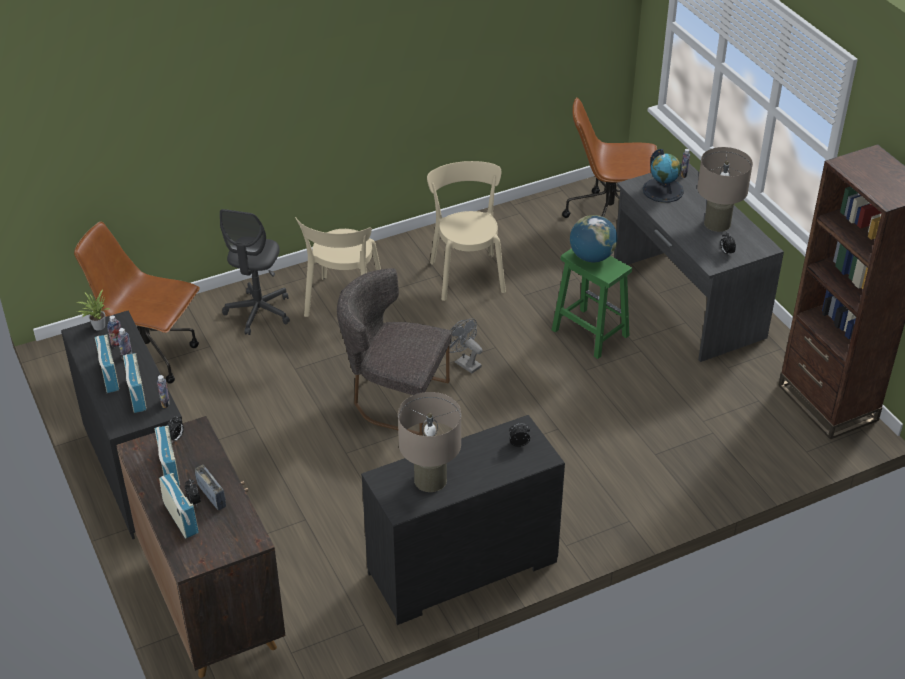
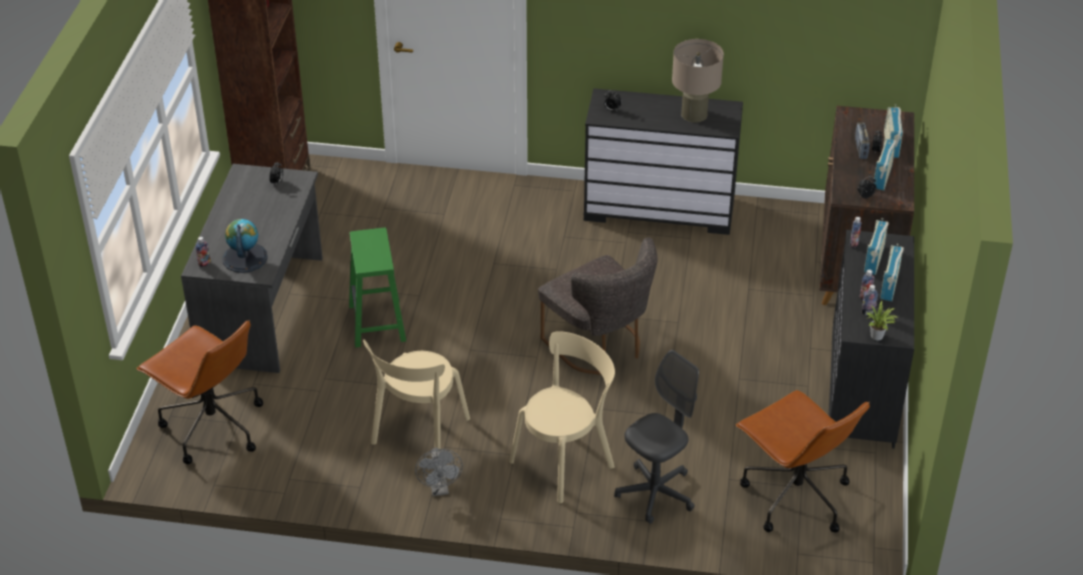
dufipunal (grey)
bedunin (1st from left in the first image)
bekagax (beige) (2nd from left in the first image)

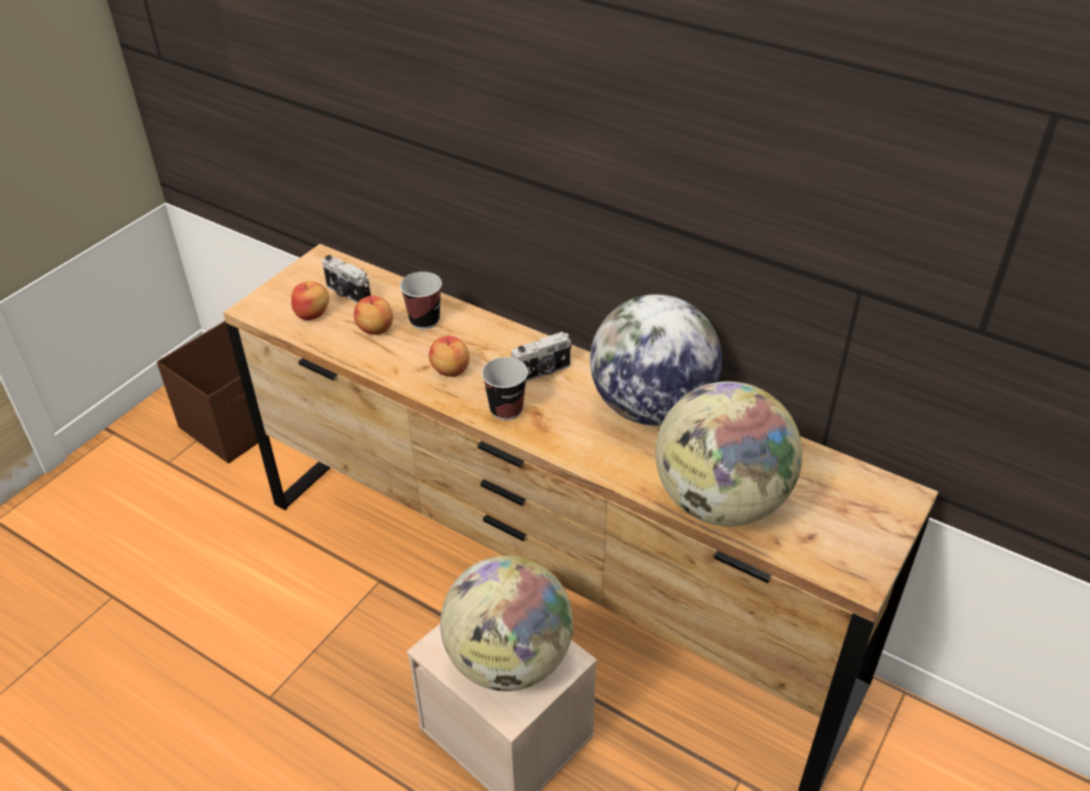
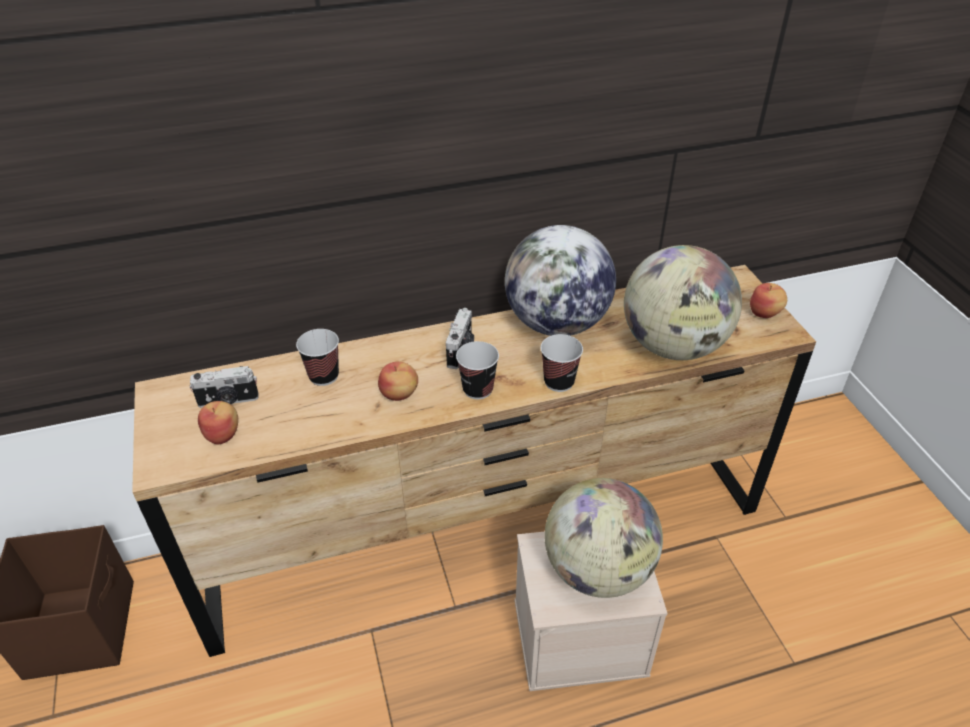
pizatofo (3rd from left)
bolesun (3rd from left)

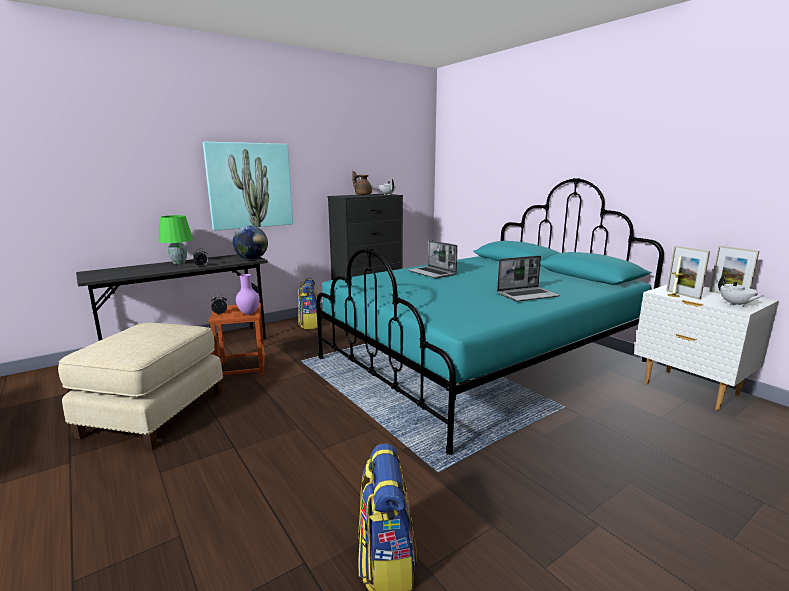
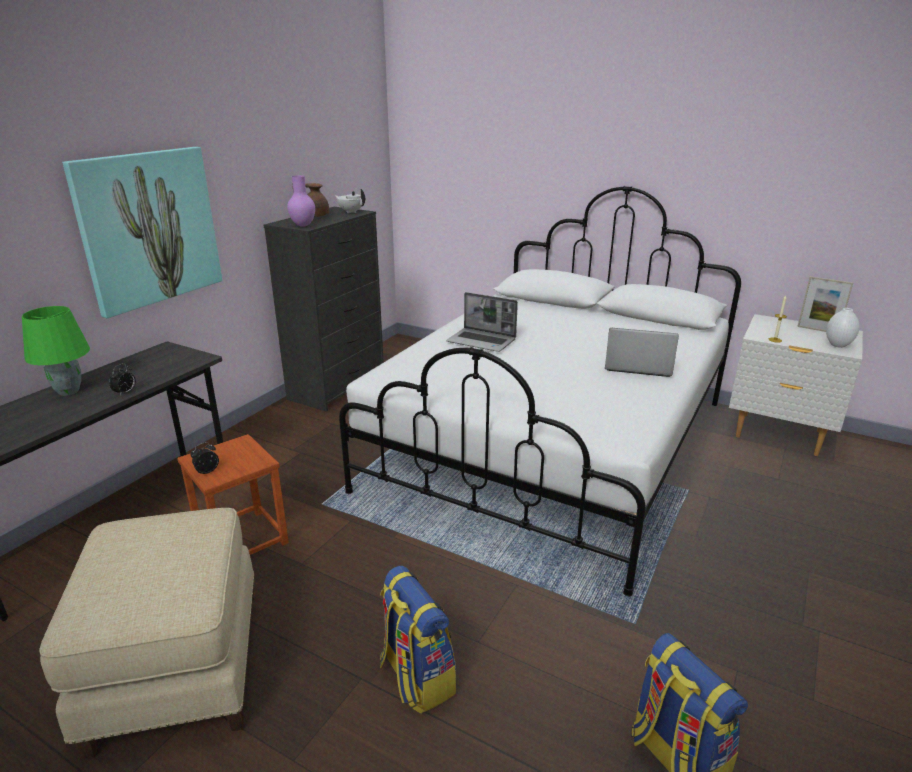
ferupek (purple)
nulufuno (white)
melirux (1st from left)
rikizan (2nd from left)
ferupek (white)
bedunin
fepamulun (1st from left in the first image)

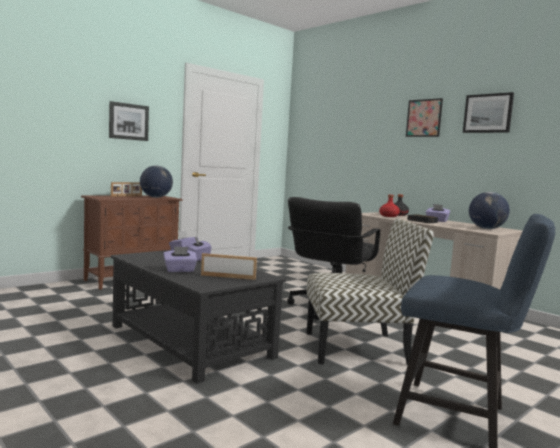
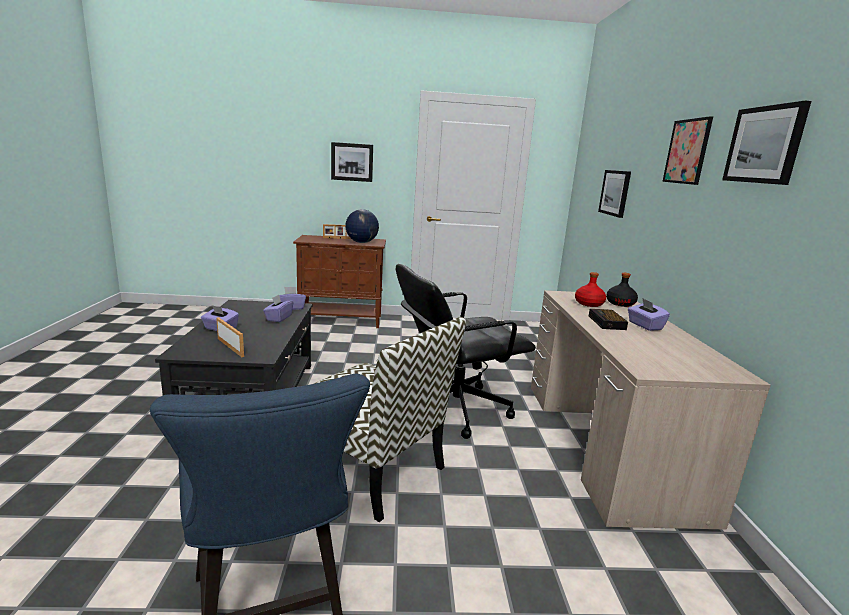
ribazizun (2nd from left)
bedunin (2nd from left in the first image)

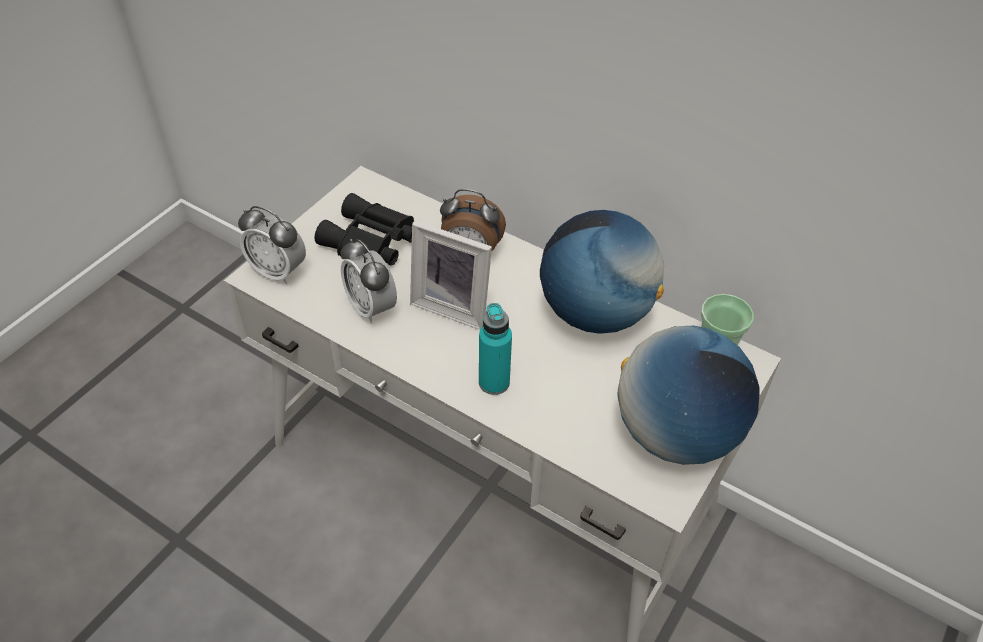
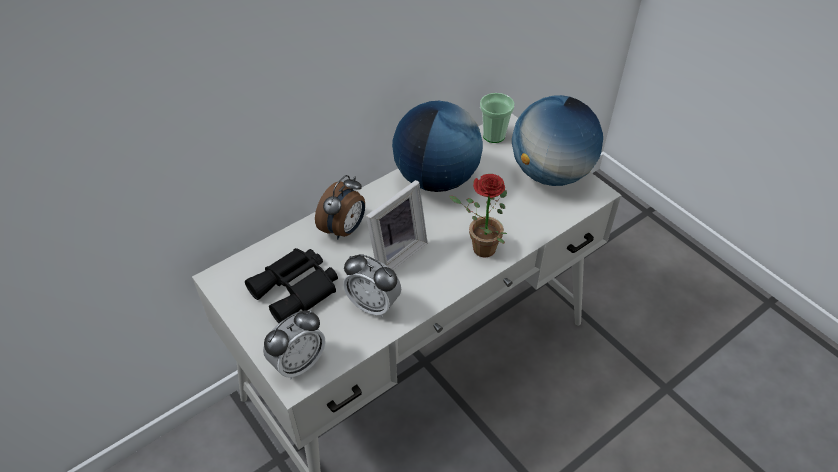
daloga (3rd from left)
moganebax

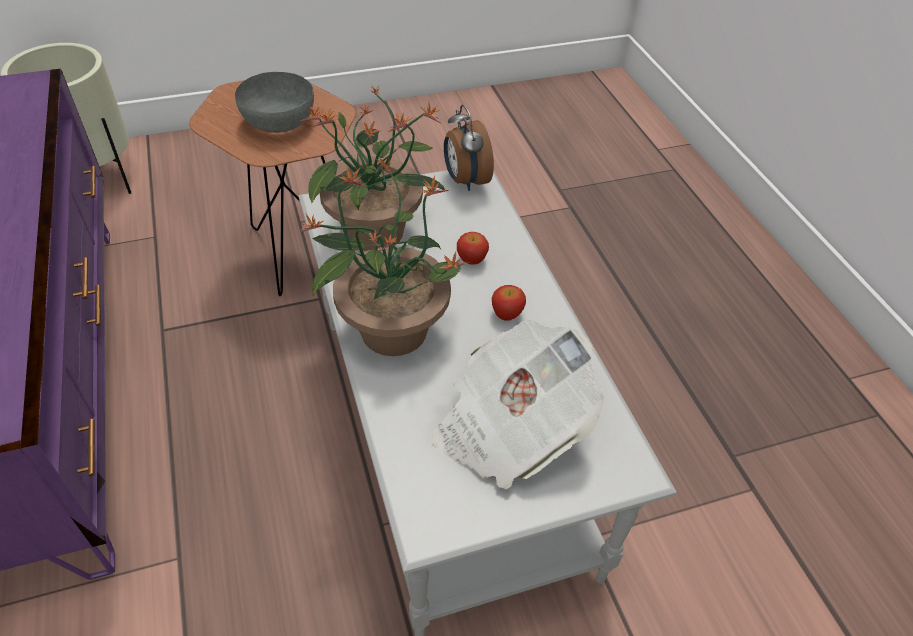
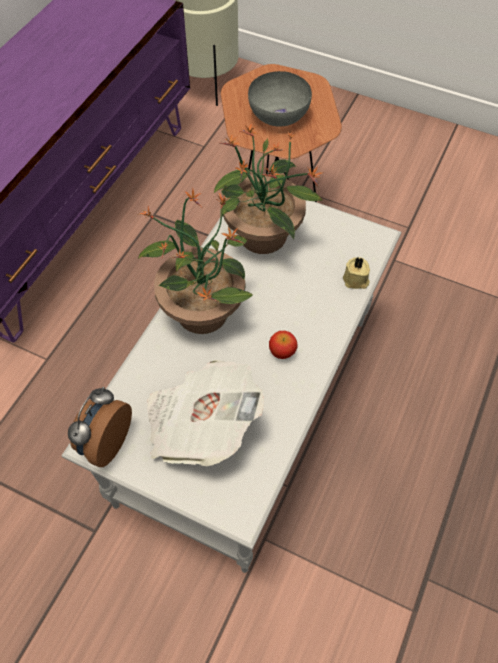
daloga
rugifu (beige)
bolesun (1st from left in the first image)

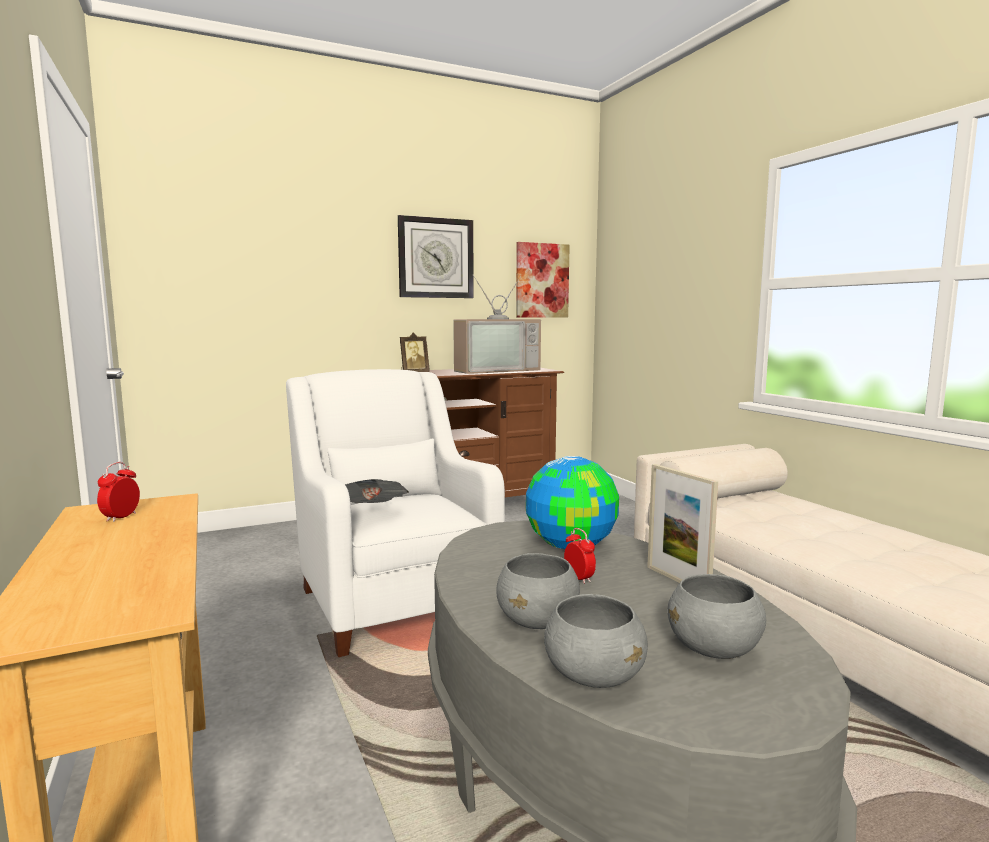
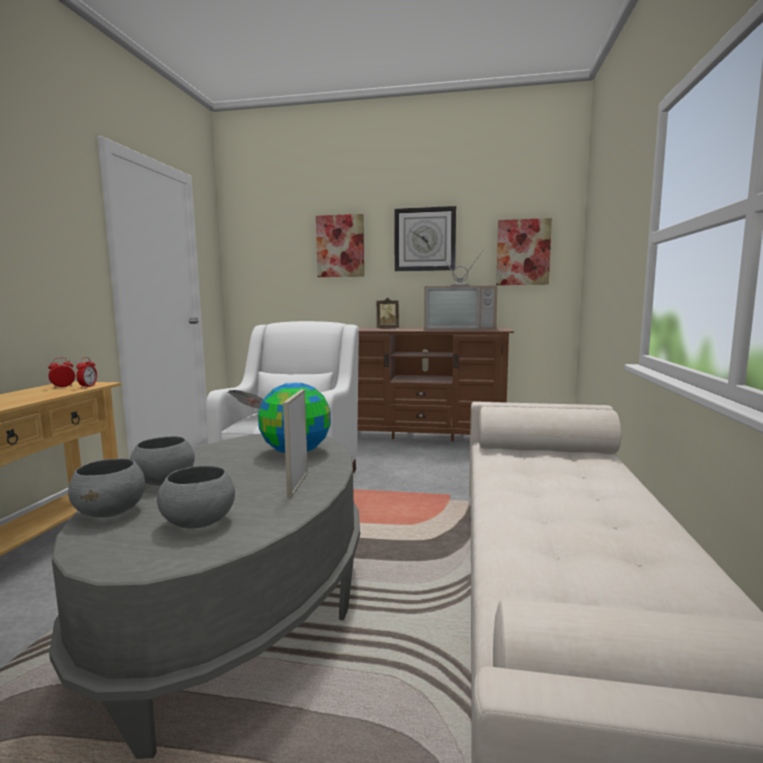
daloga (2nd from left)
ribazizun (1st from left)

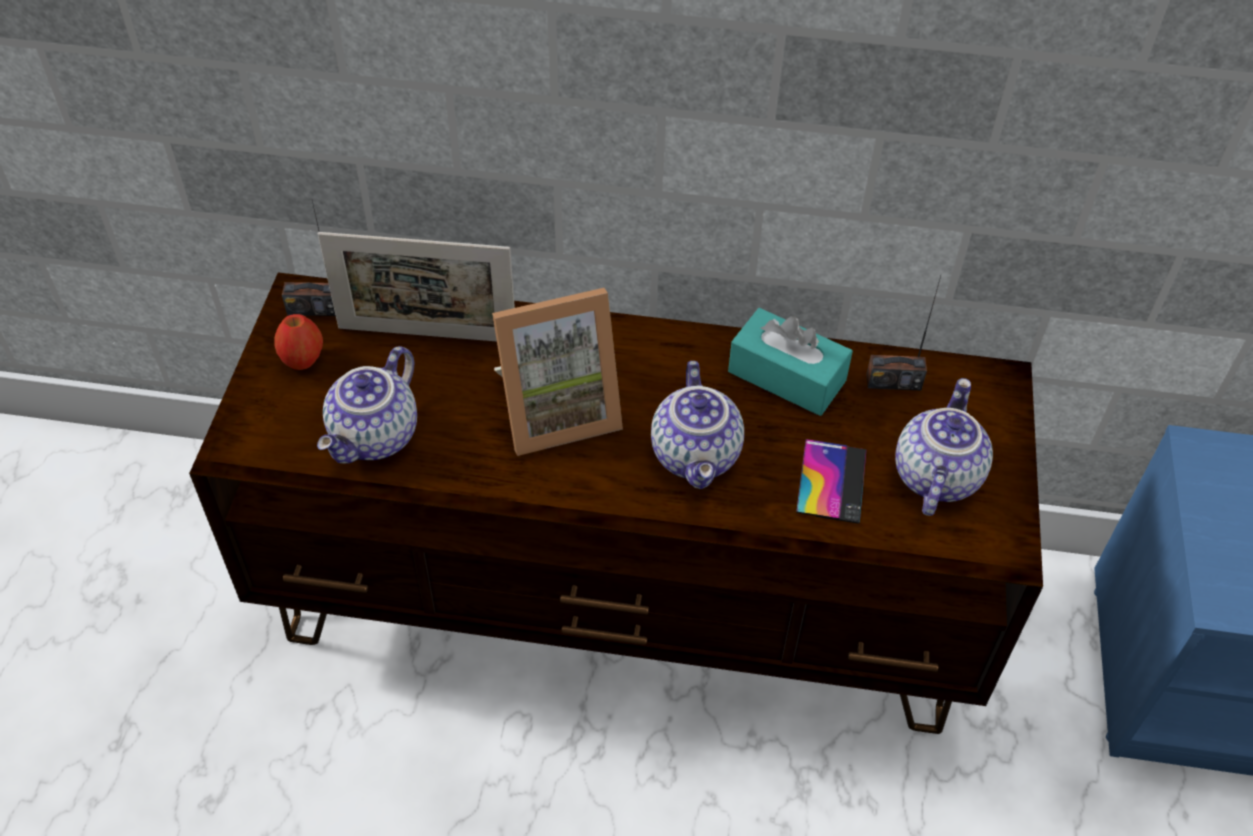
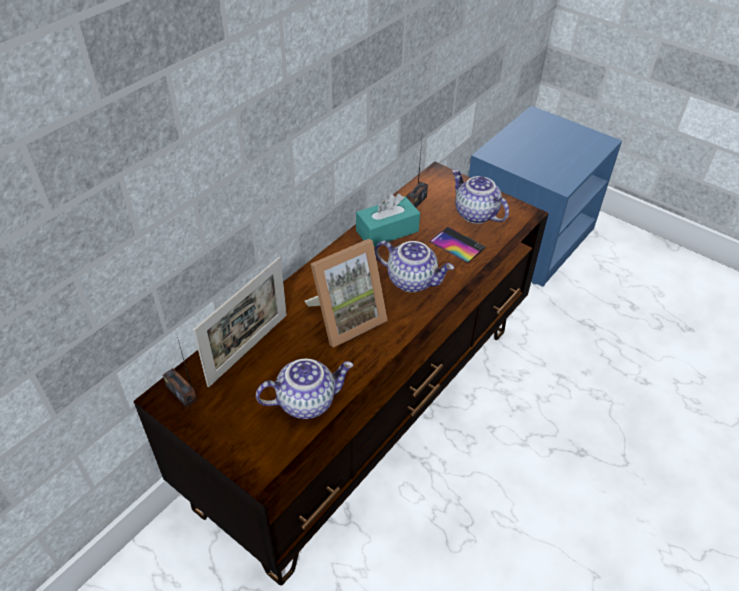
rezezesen (1st from left)
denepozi (1st from left)
fepamulun (2nd from left)
bolesun

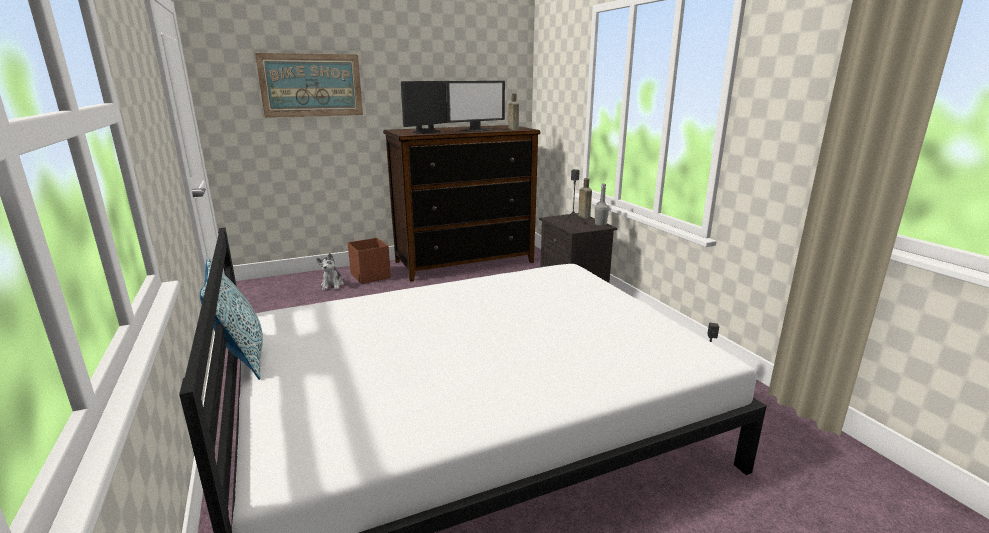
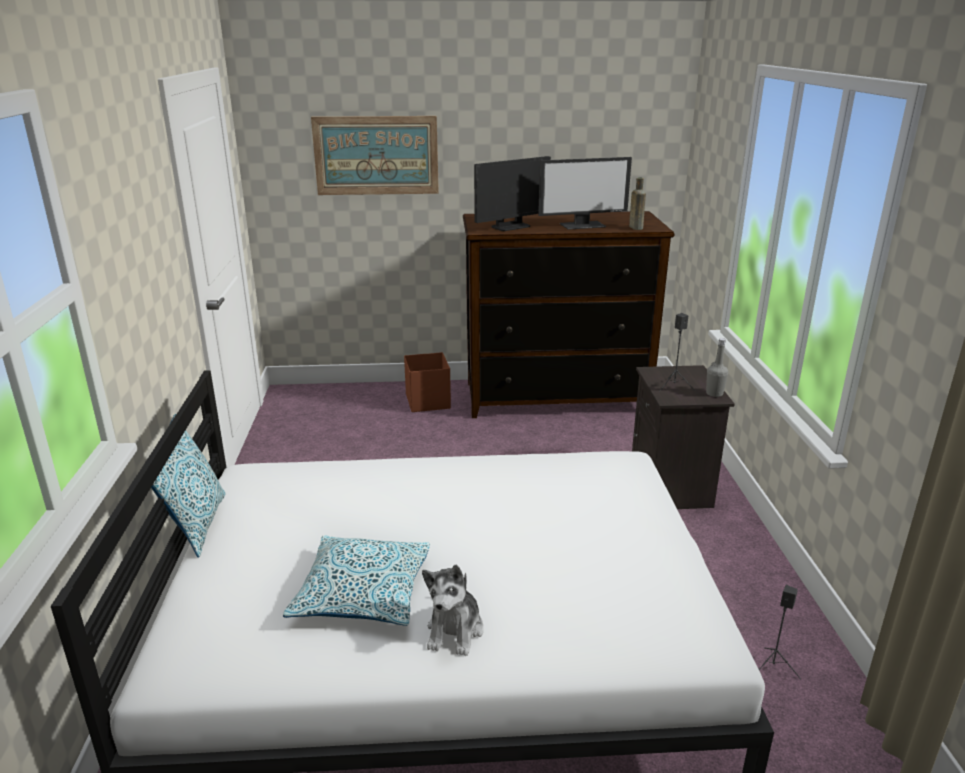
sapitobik (2nd from left)
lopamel
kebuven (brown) (2nd from left in the first image)

